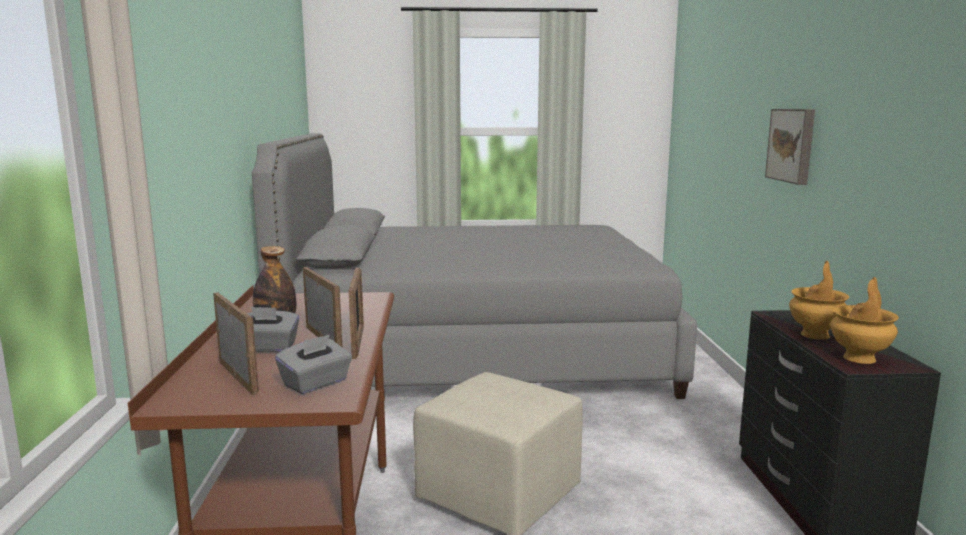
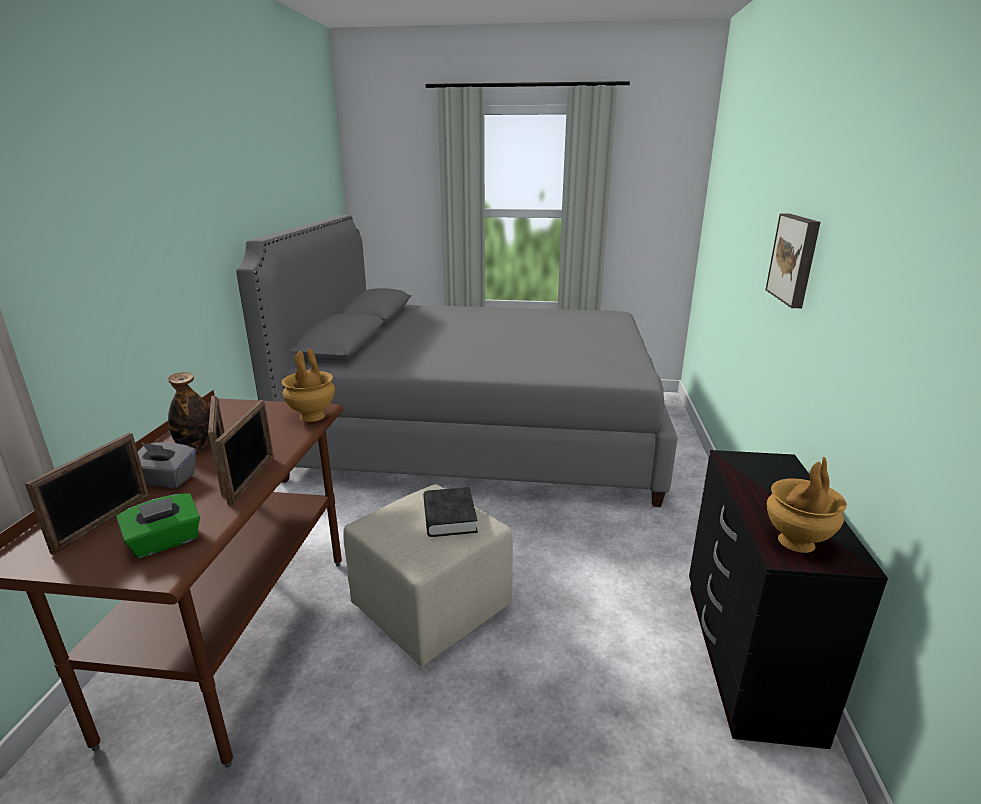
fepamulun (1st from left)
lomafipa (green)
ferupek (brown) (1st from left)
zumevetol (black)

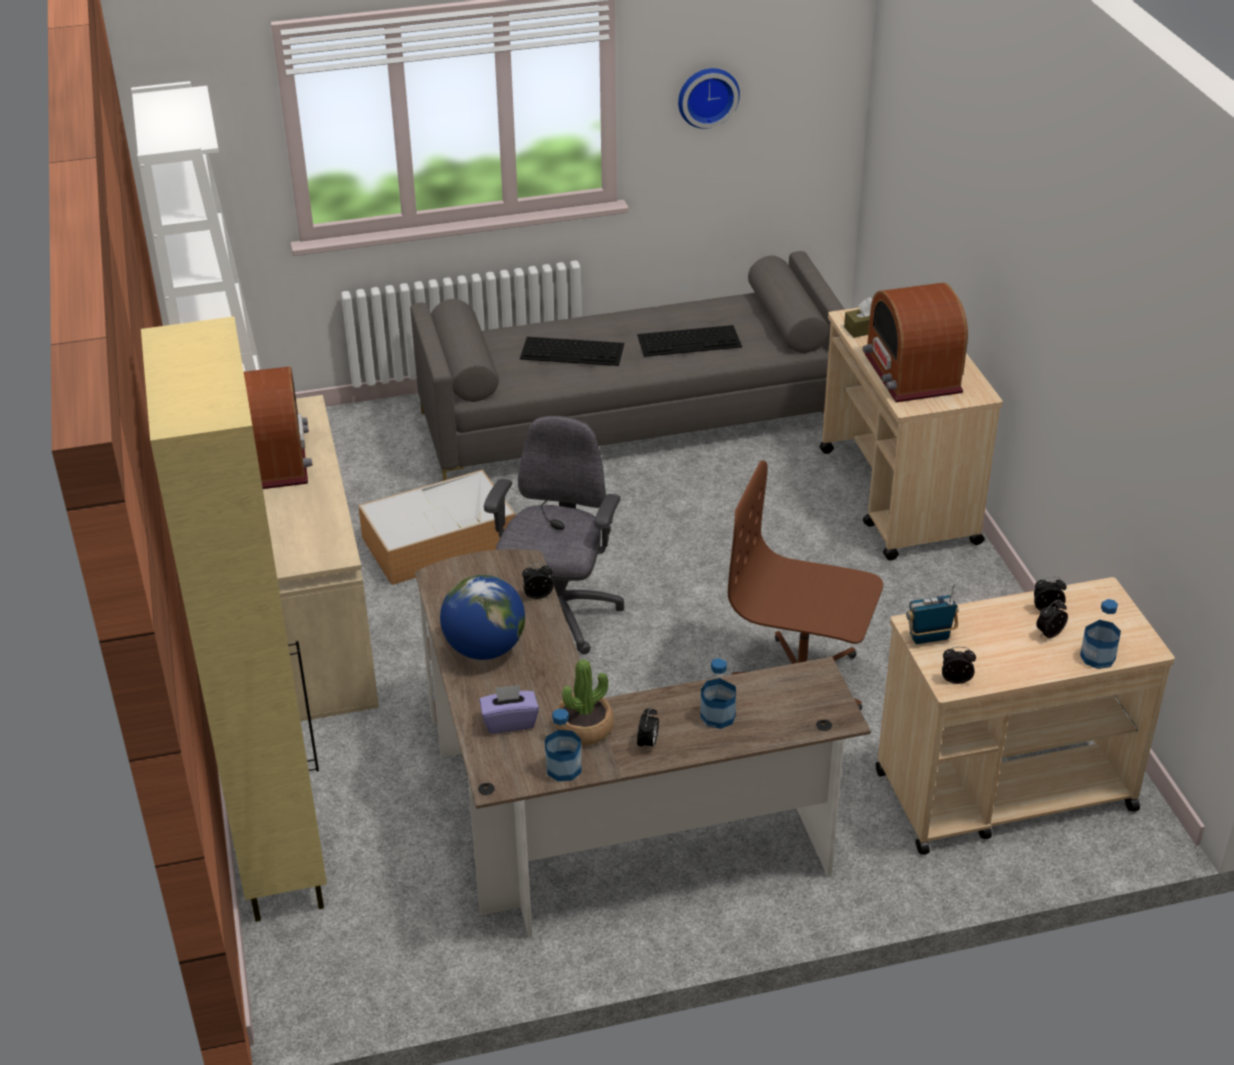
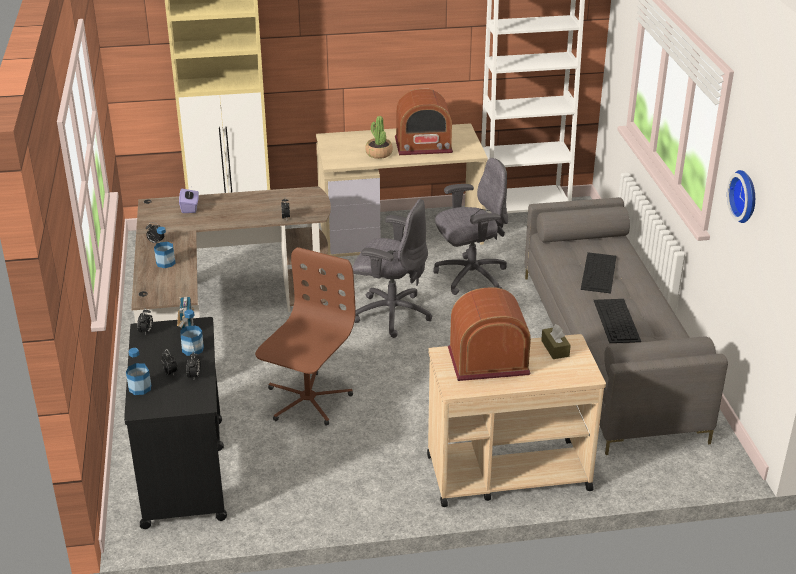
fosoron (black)
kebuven (3rd from left)
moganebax
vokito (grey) (2nd from left)
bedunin

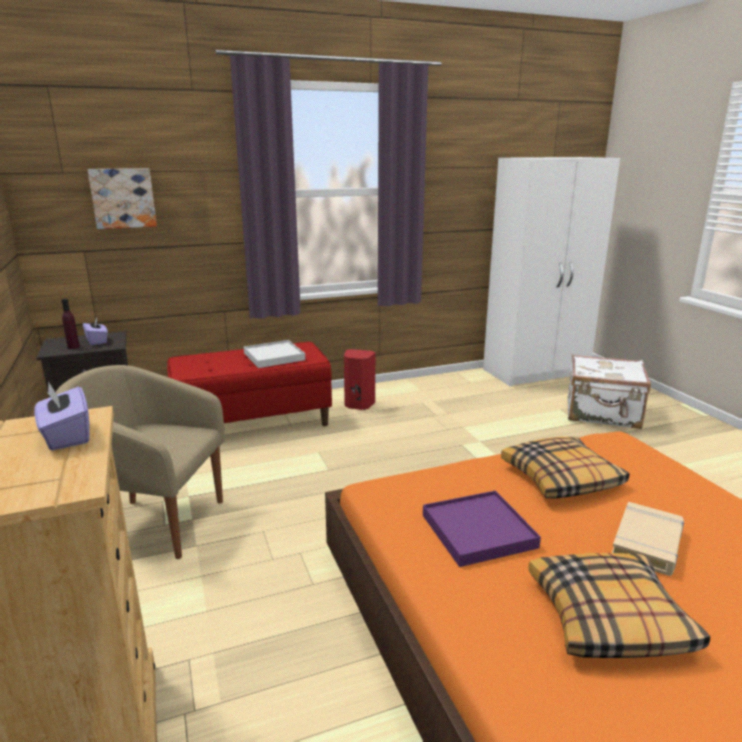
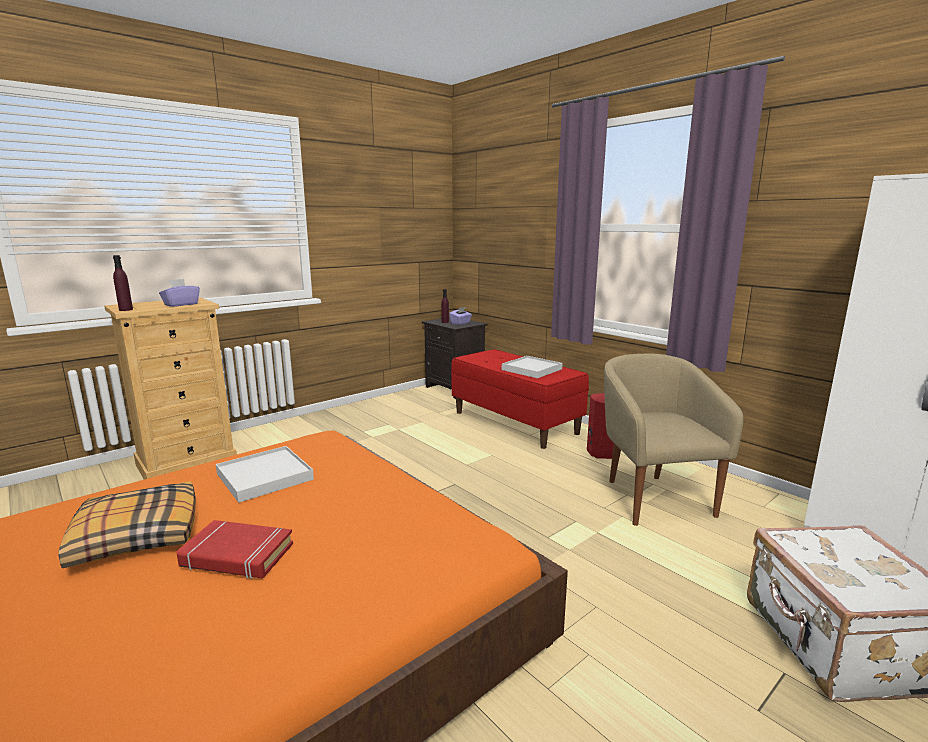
kebuven (purple) (1st from left)
zumevetol (red)
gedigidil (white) (1st from left)
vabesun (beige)
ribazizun
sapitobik (1st from left in the first image)

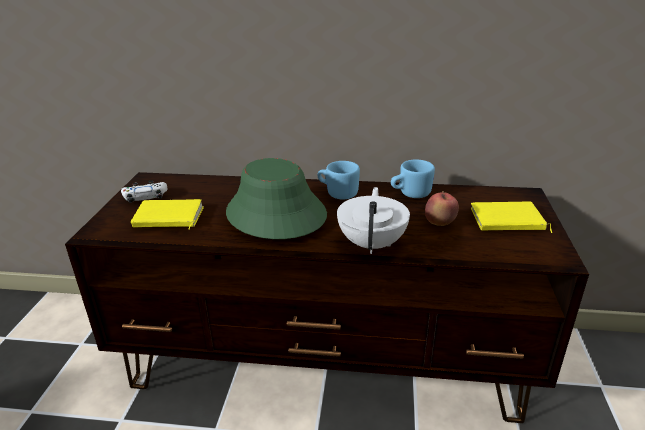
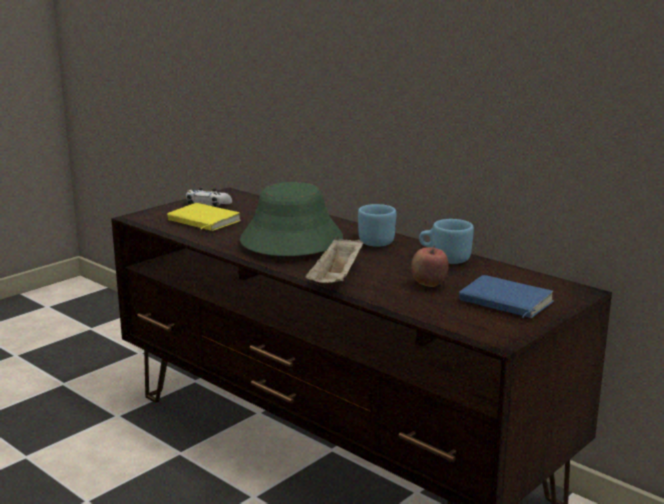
gedigidil (beige)
zumevetol (blue)

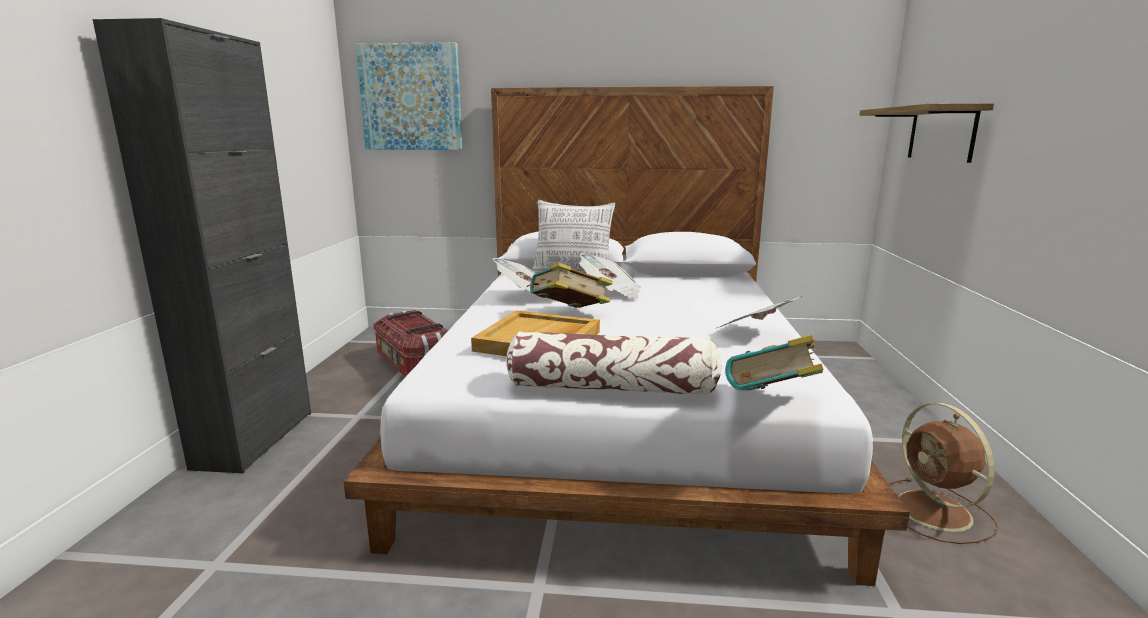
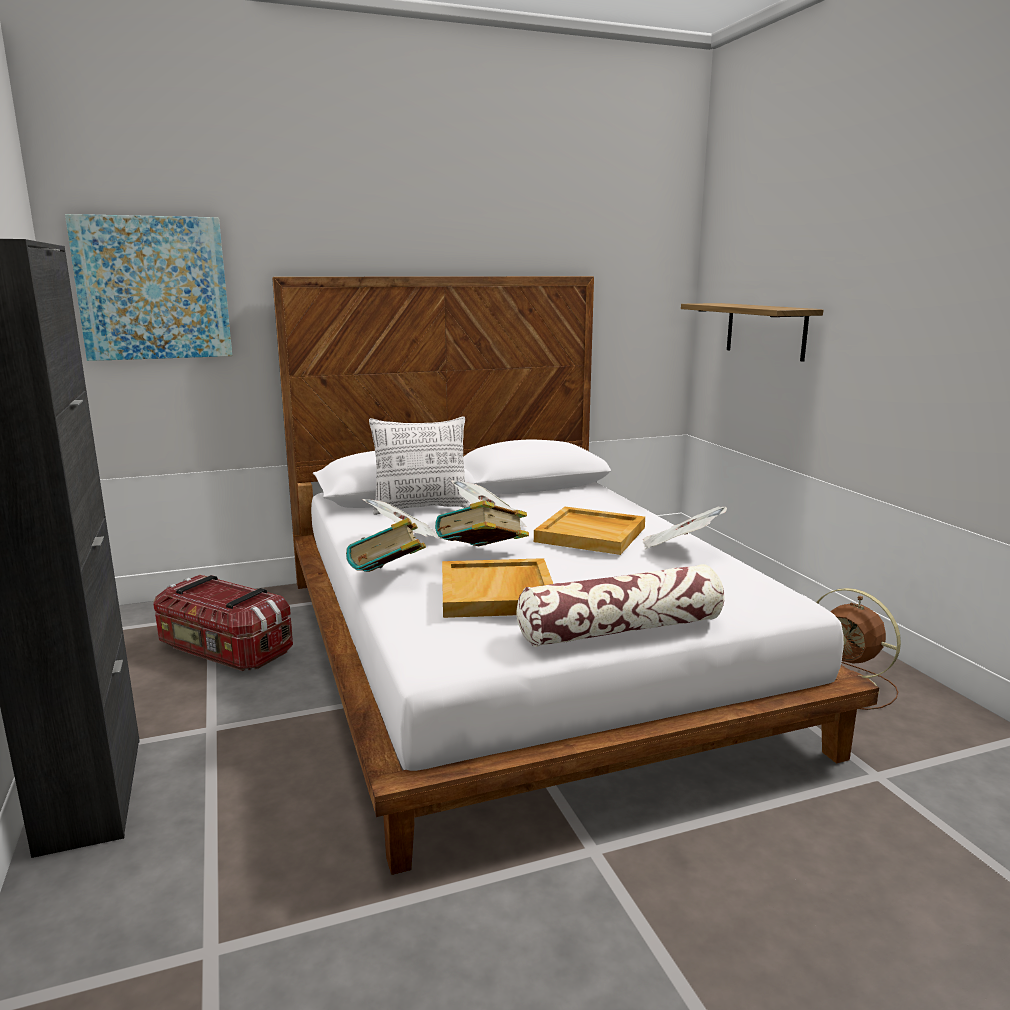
zumevetol (1st from left)
gedigidil (beige) (2nd from left)

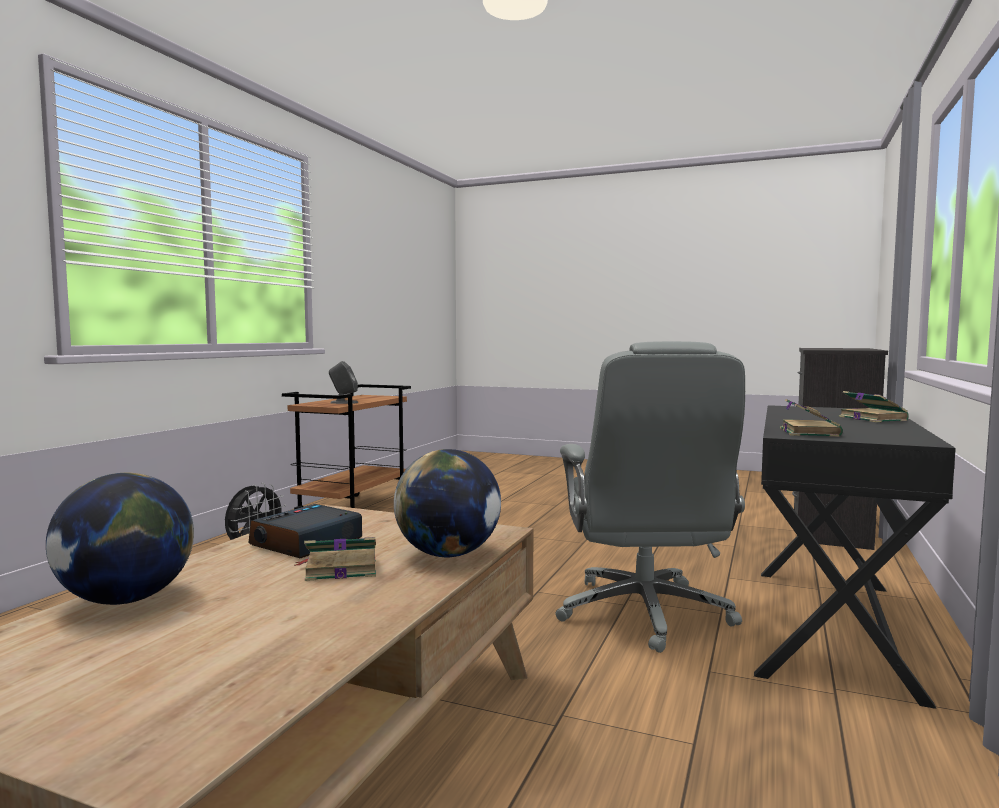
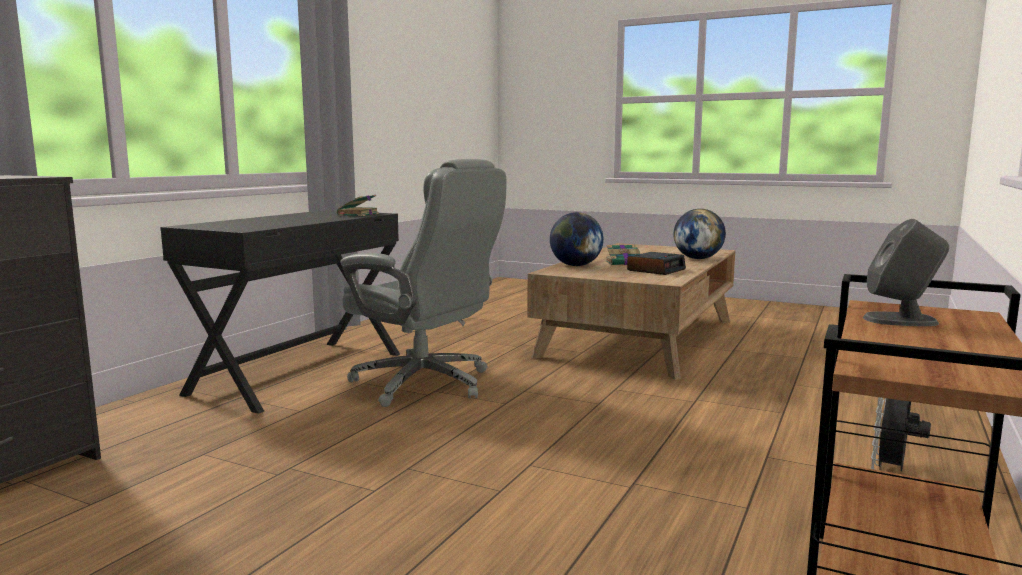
vokito (grey)
zumevetol (3rd from left in the first image)

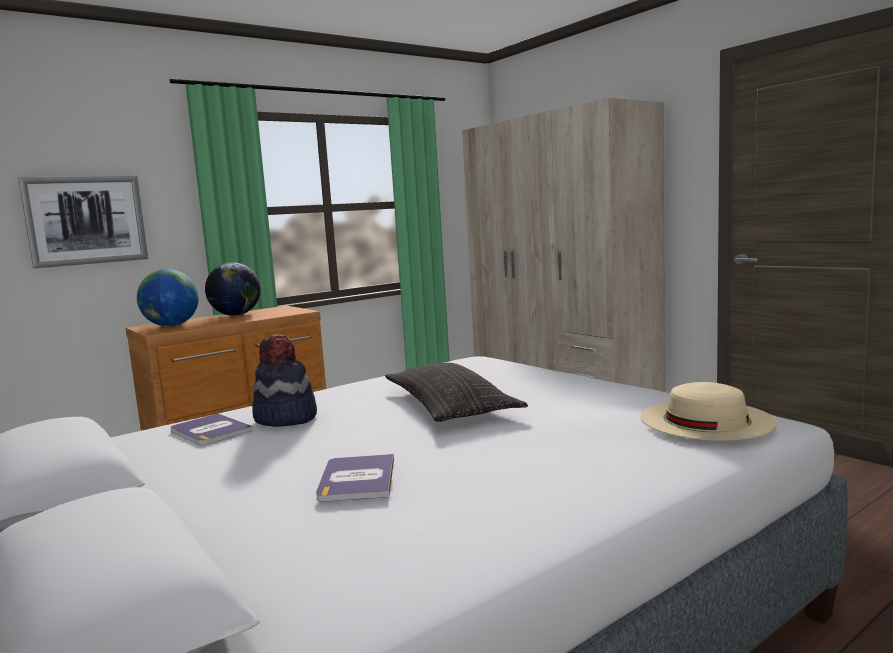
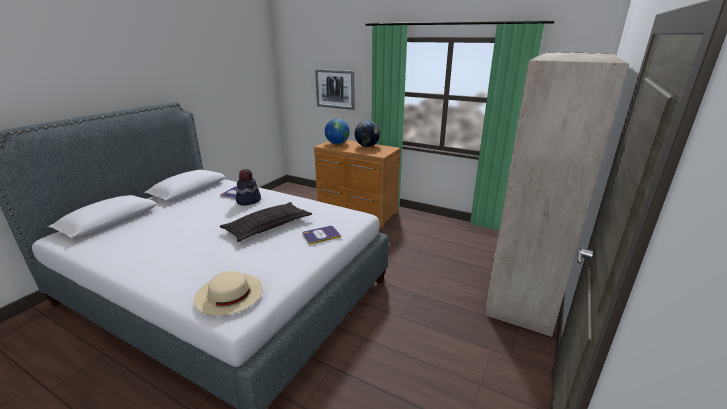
zumevetol (2nd from left)

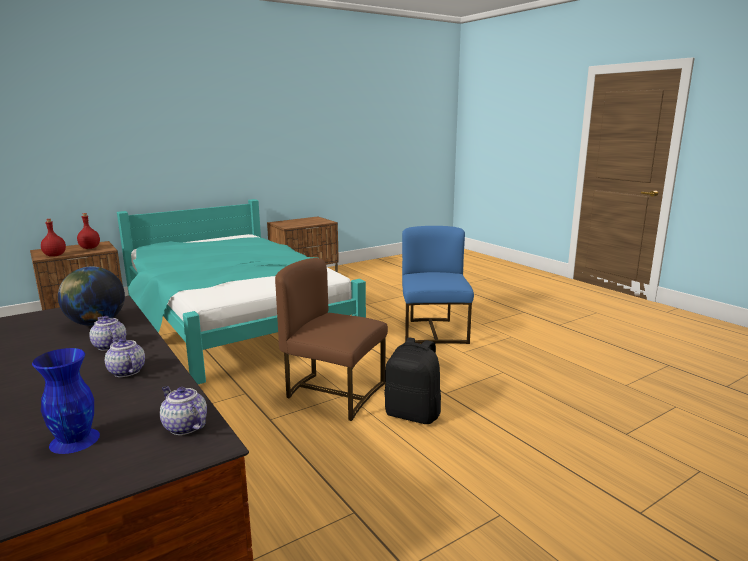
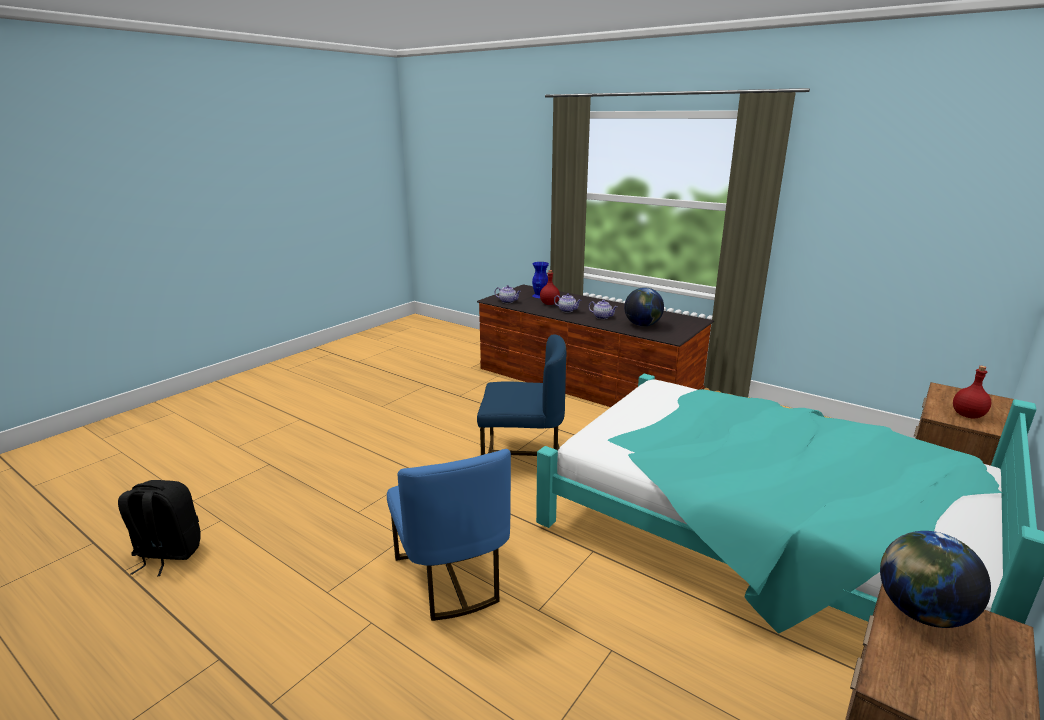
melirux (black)
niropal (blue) (2nd from left)
kebuven (red) (1st from left)
bedunin (2nd from left)

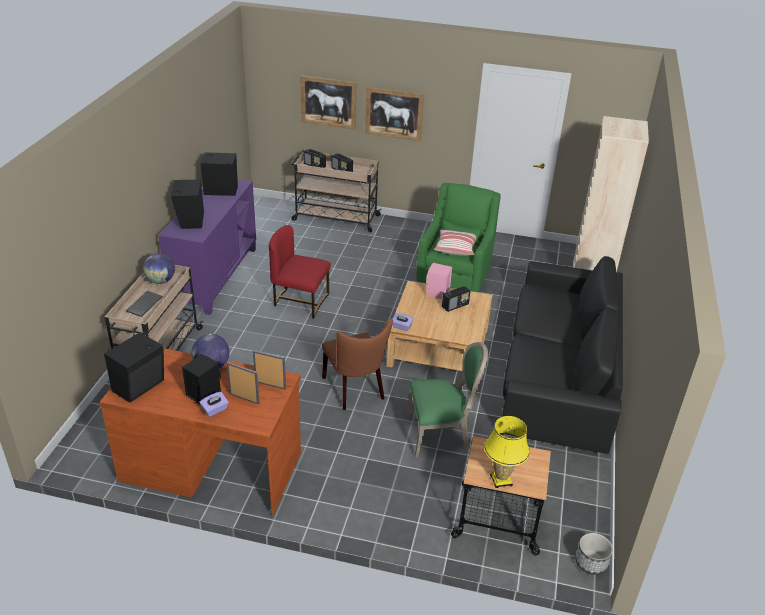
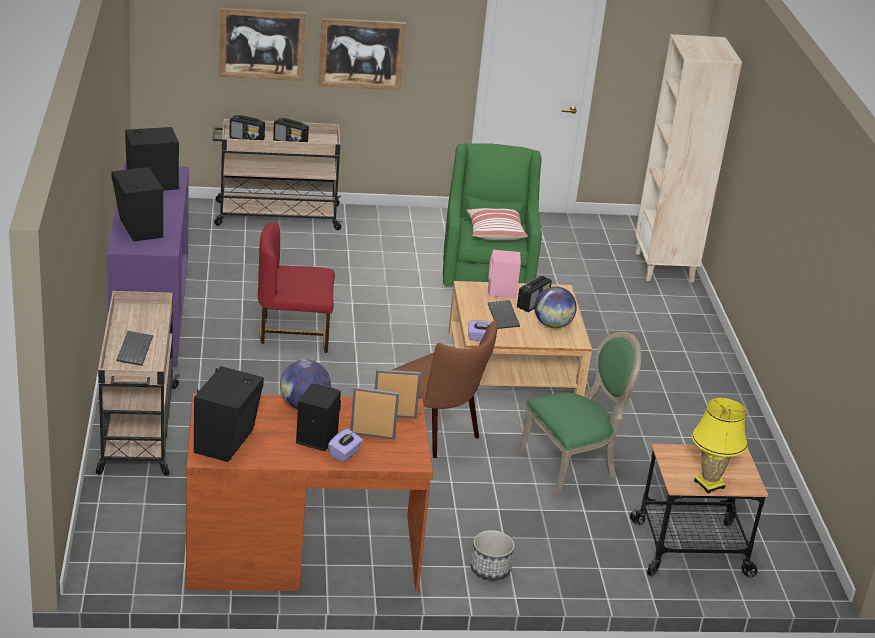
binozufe
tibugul (2nd from left)
bedunin (2nd from left)
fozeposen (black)

